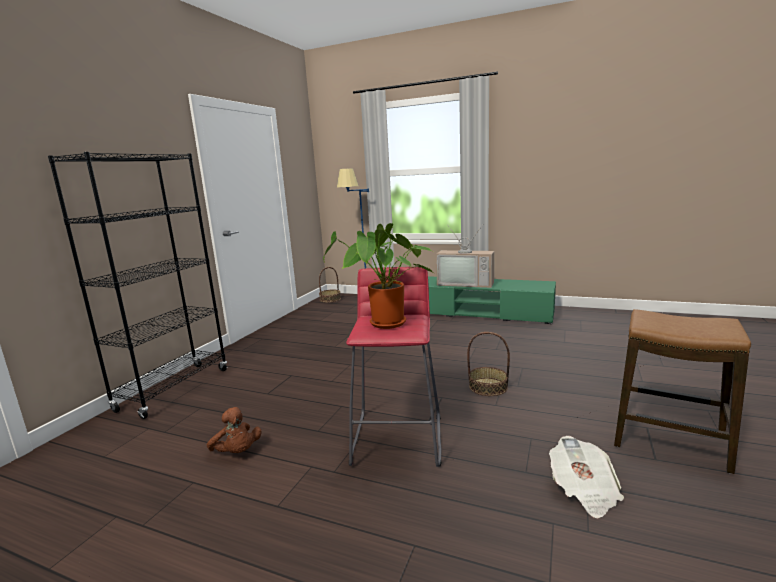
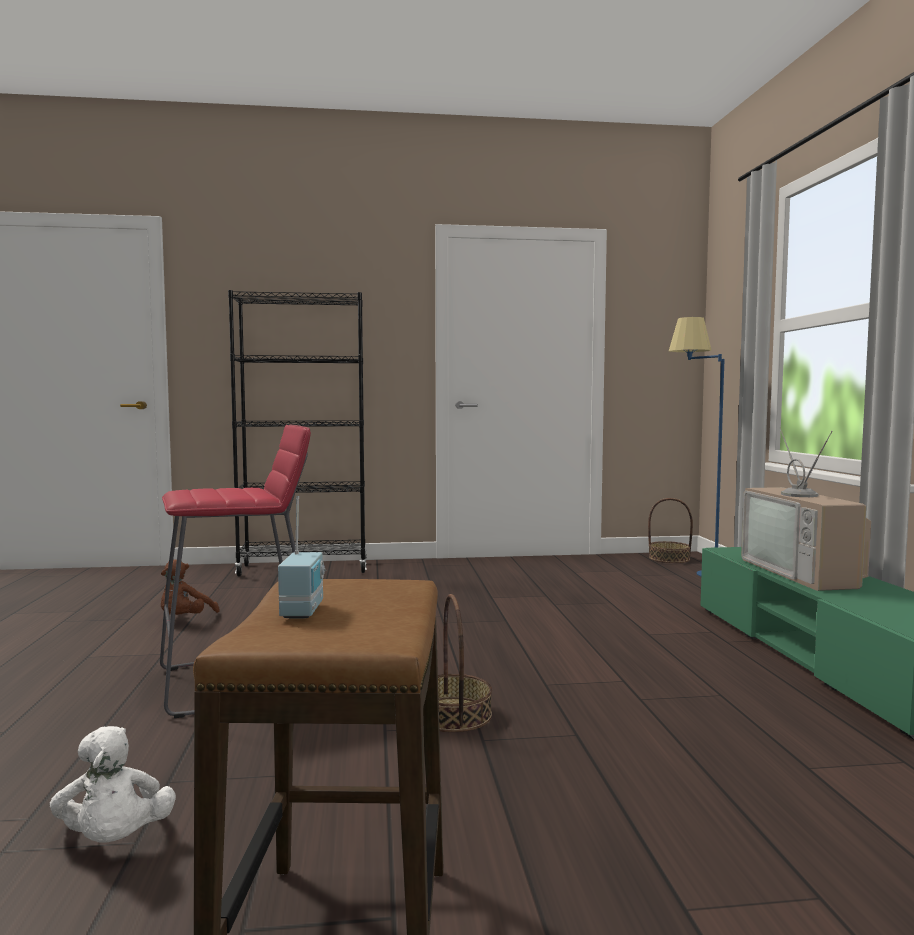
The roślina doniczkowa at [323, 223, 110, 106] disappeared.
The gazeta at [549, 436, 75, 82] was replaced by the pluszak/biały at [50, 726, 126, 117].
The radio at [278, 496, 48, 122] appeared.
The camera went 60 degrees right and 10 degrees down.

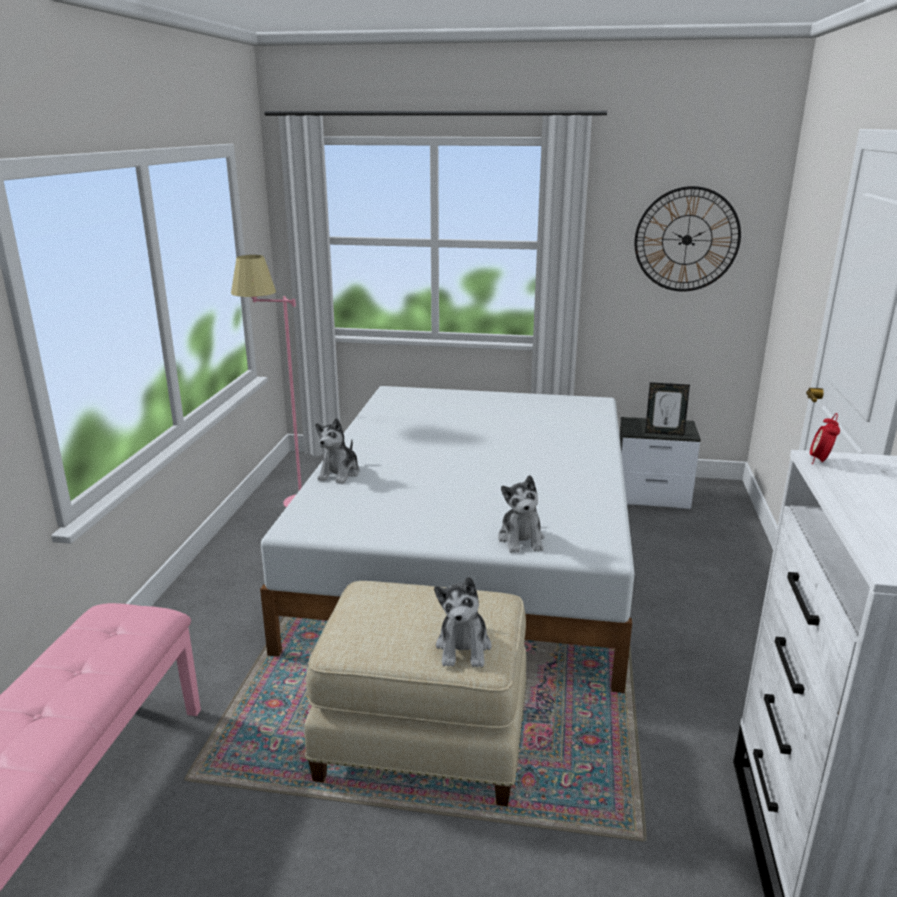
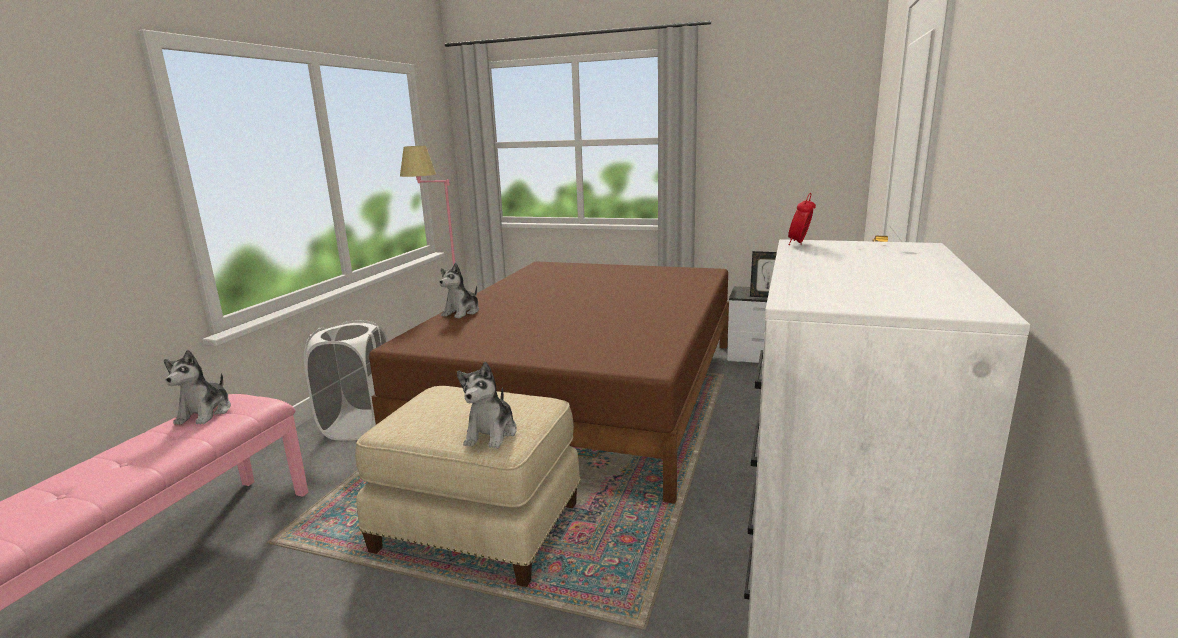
The łóżko/biały at [260, 386, 375, 307] became the łóżko/brązowy at [369, 262, 360, 242].
The pluszak moved from [498, 475, 46, 78] to [164, 350, 67, 75].
The zegar ścienny at [634, 186, 107, 106] disappeared.
The kosz na pranie/biały at [304, 320, 84, 121] appeared.
The camera went 10 degrees right and 5 degrees down.

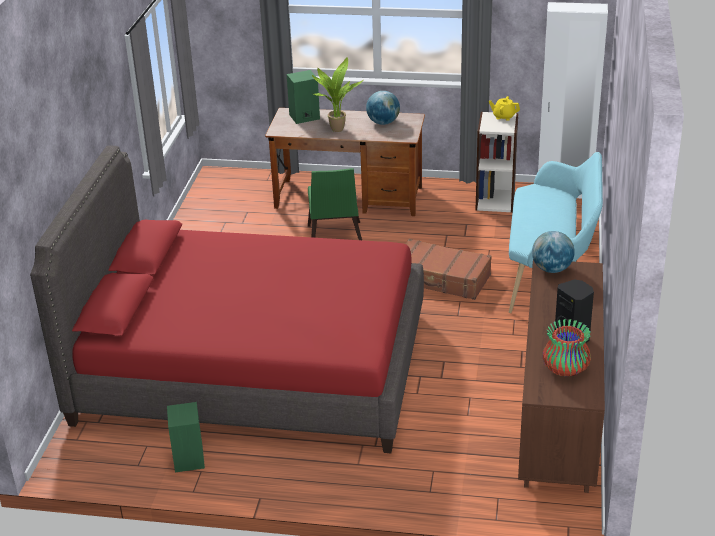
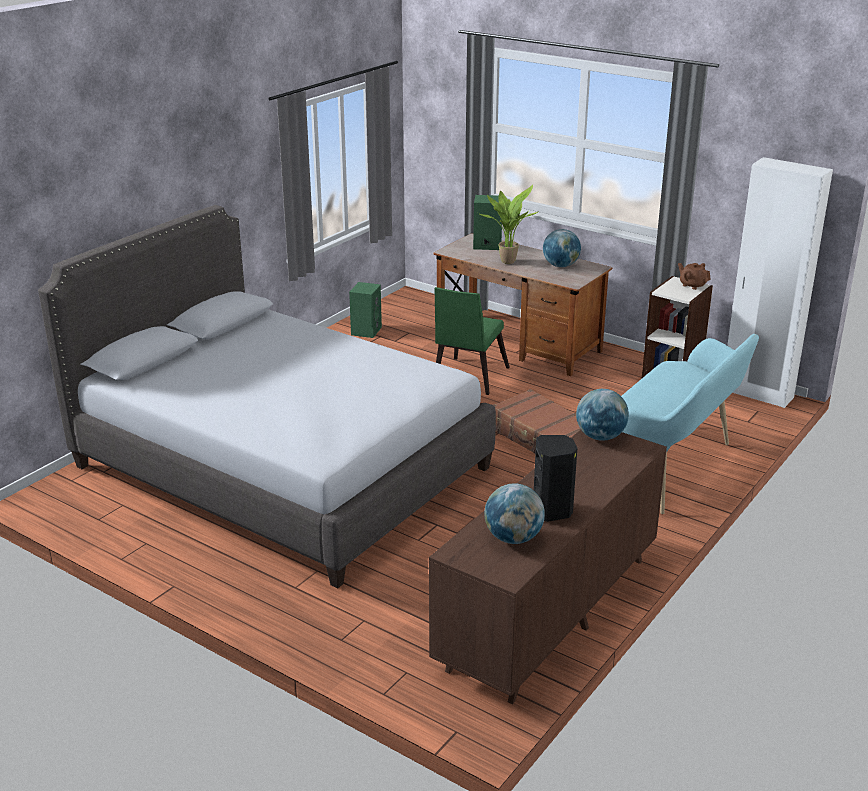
The łóżko/czerwony at [30, 145, 394, 308] became the łóżko/szary at [38, 205, 458, 384].
The głośnik/zielony moved from [167, 402, 38, 71] to [349, 282, 33, 56].
The imbryk/żółty at [489, 96, 31, 25] became the imbryk/brązowy at [678, 263, 33, 27].
The wazon at [543, 319, 48, 58] was replaced by the globus at [484, 483, 61, 61].
The camera went 25 degrees right and 5 degrees down.

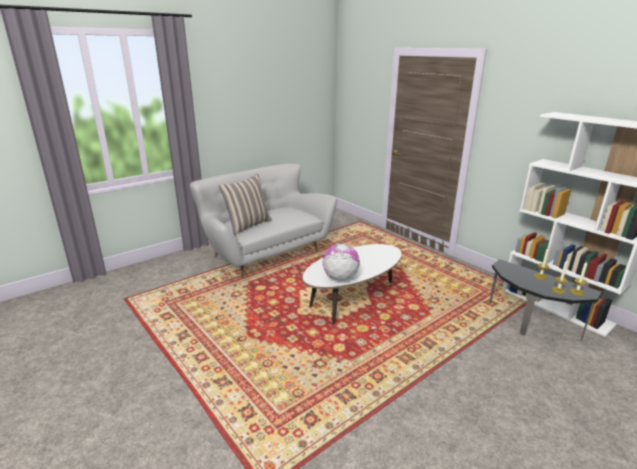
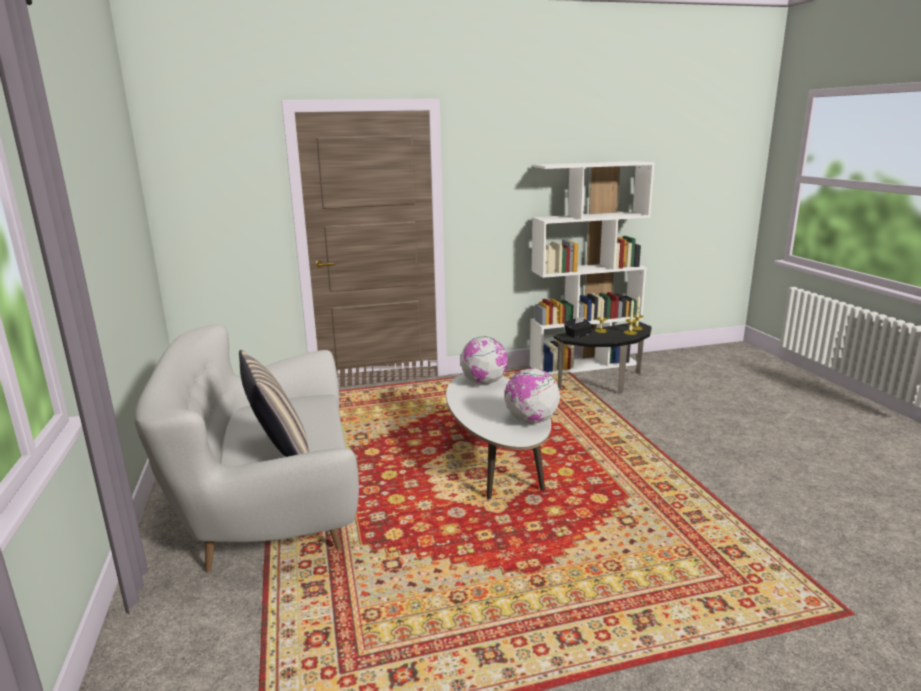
The globus at [460, 337, 48, 47] appeared.
The pudełko chusteczek/czarny at [564, 316, 29, 22] appeared.
The camera went 65 degrees left and 5 degrees down.

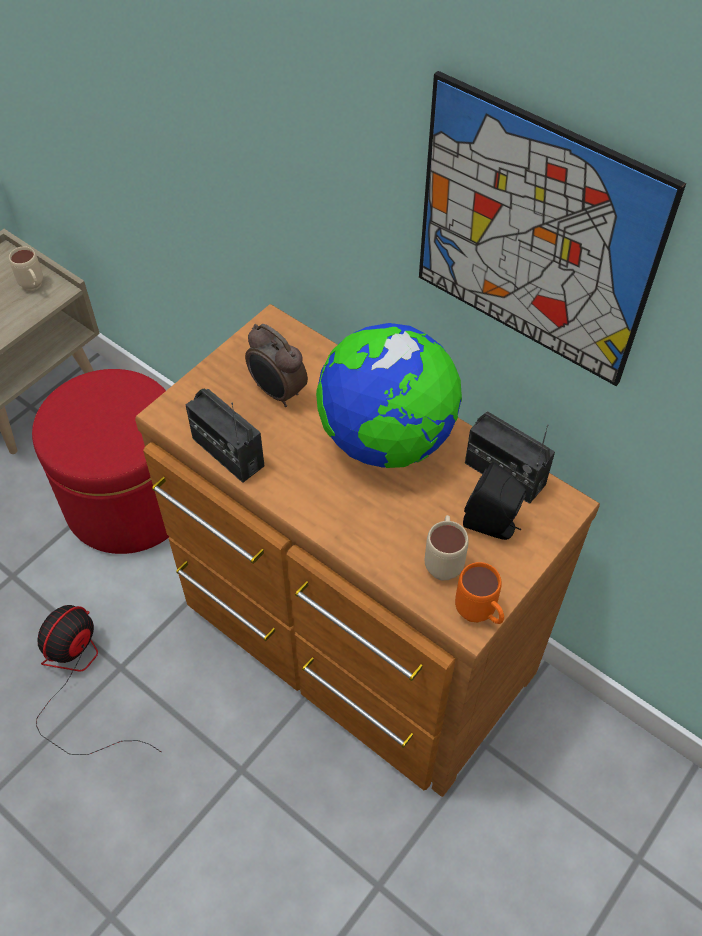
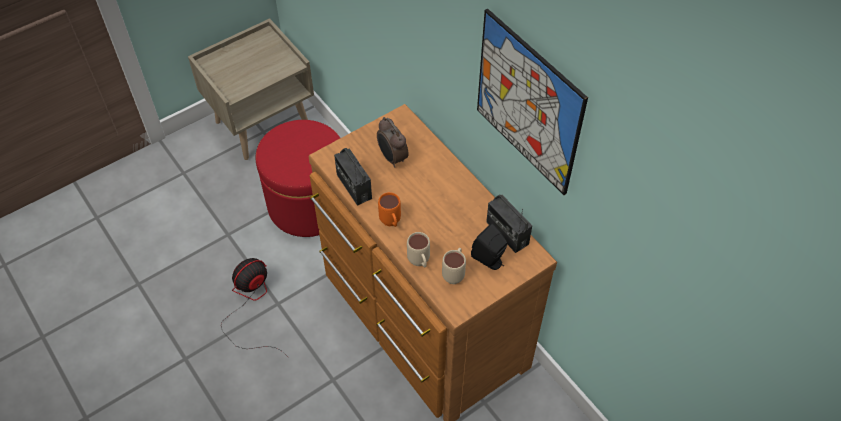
The kubek/beżowy moved from [9, 246, 34, 45] to [407, 232, 23, 35].
The globus at [316, 323, 146, 145] disappeared.
The kubek/pomarańczowy moved from [455, 562, 49, 62] to [378, 192, 23, 35].
The camera went 15 degrees right and 0 degrees up.

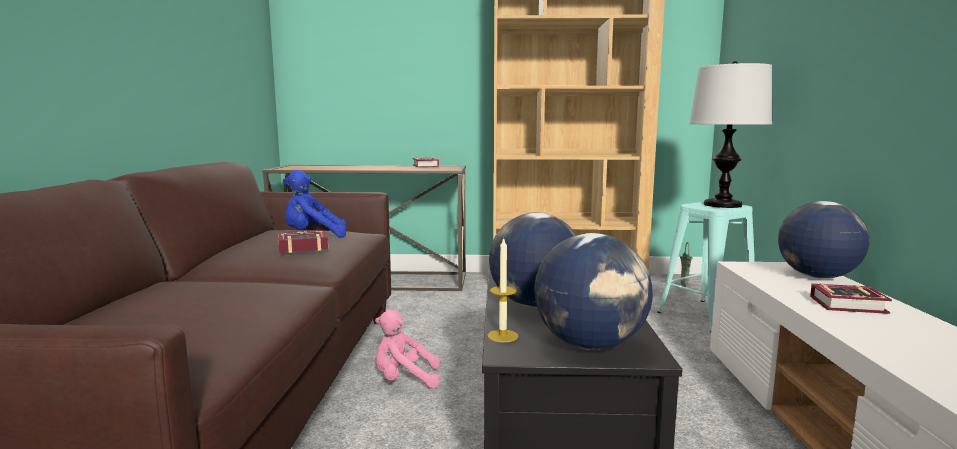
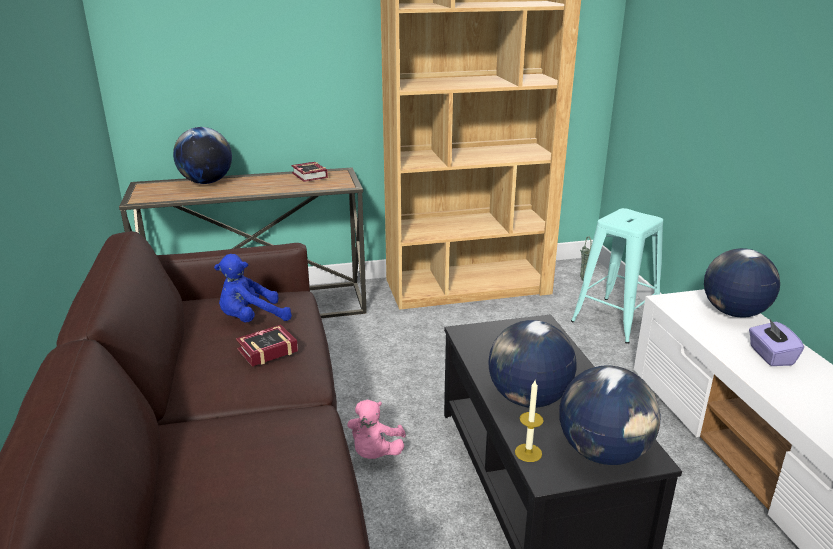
The pluszak/różowy at [375, 310, 65, 79] turned 60 degrees counterclockwise.
The lampa stołowa at [689, 61, 83, 147] disappeared.
The książka at [810, 283, 82, 31] was replaced by the pudełko chusteczek/fioletowy at [749, 320, 55, 46].
The globus at [173, 127, 59, 57] appeared.
The camera went 15 degrees left and 15 degrees up.

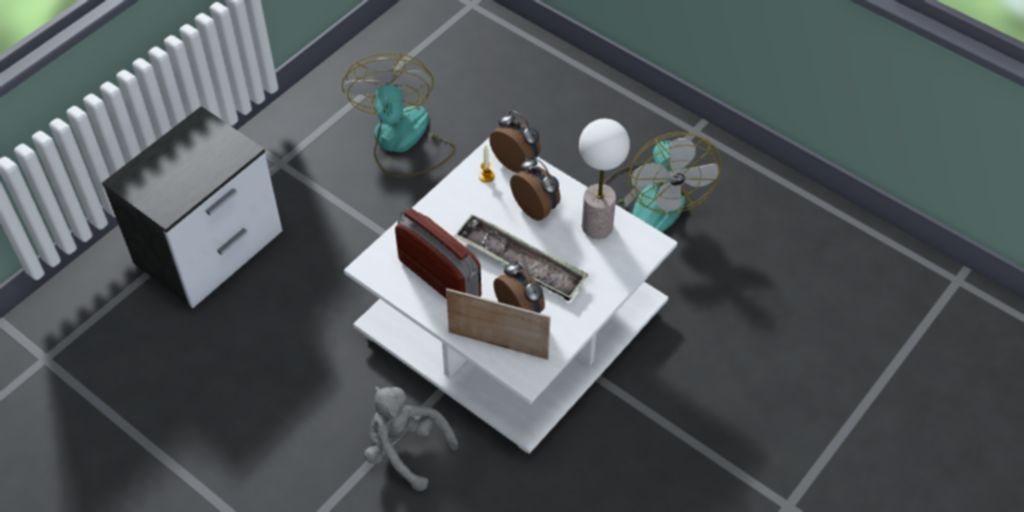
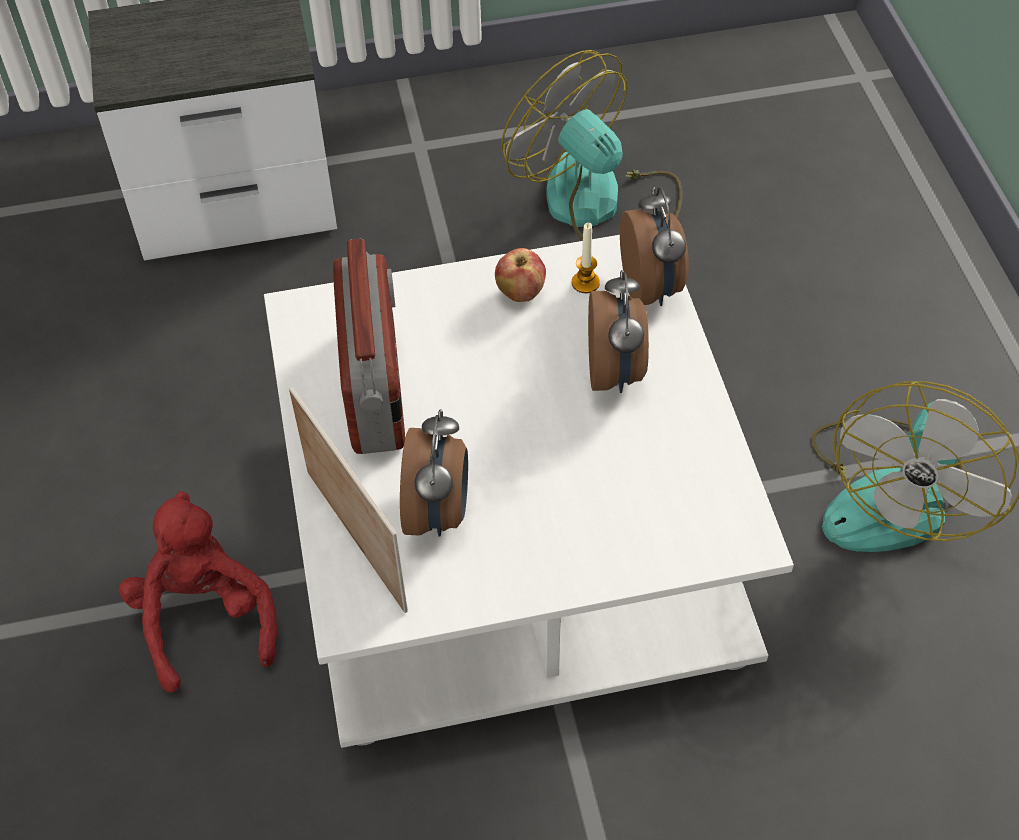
The wentylator at [342, 53, 114, 124] turned 75 degrees counterclockwise.
The pluszak/szary at [364, 386, 94, 105] became the pluszak/czerwony at [118, 491, 159, 202].
The taca at [454, 214, 134, 87] disappeared.
The lampa stołowa at [579, 119, 51, 120] disappeared.
The jabłko at [495, 248, 51, 54] appeared.
The camera went 40 degrees right and 0 degrees up.

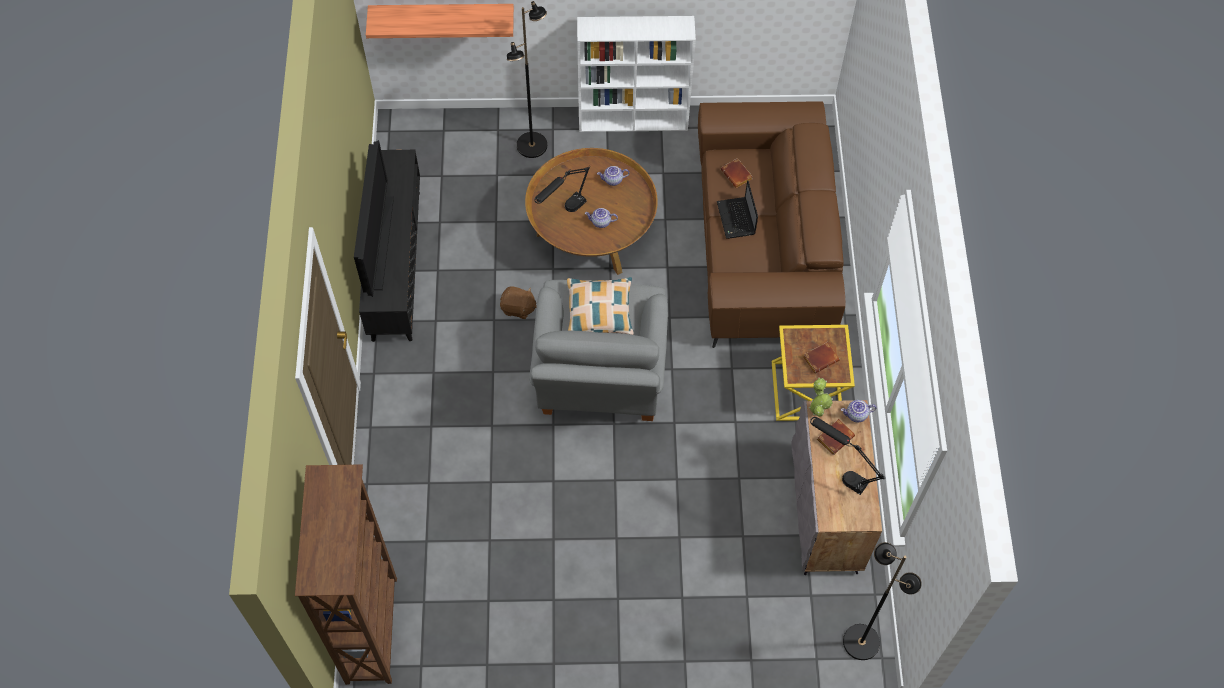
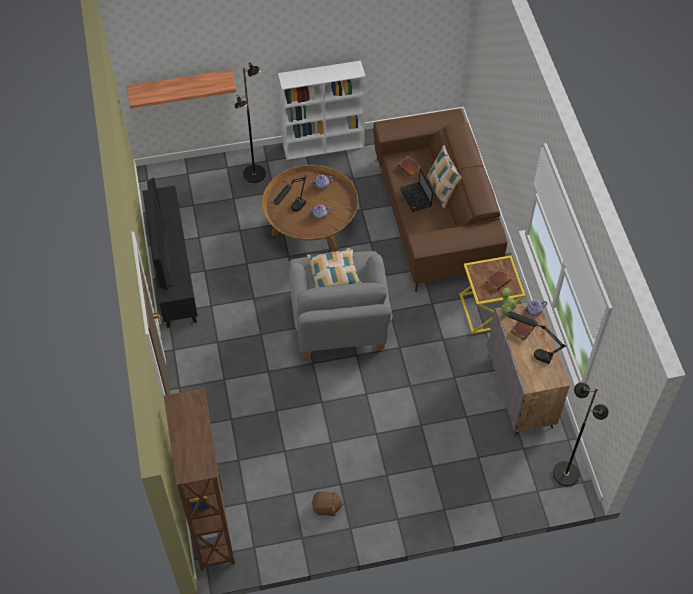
The pluszak/brązowy moved from [500, 286, 37, 33] to [312, 491, 32, 25].
The poduszka at [426, 145, 36, 64] appeared.
The camera went 10 degrees left and 5 degrees down.

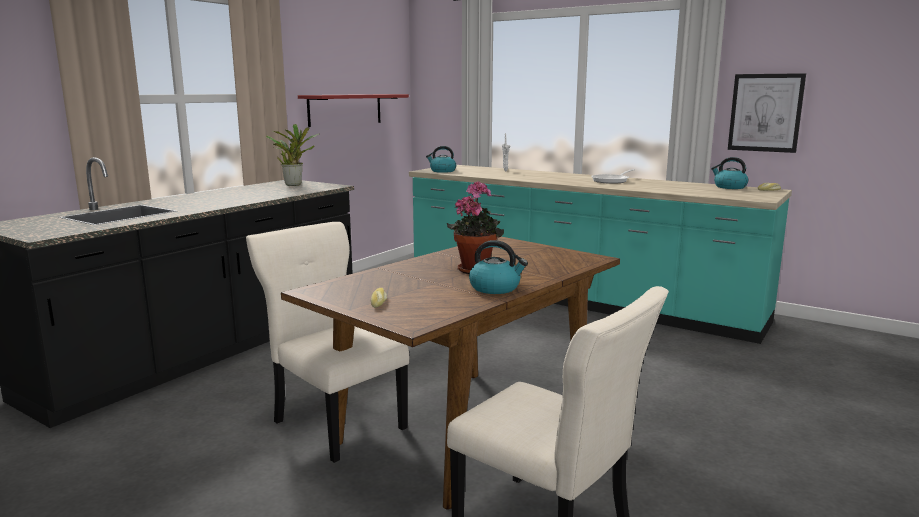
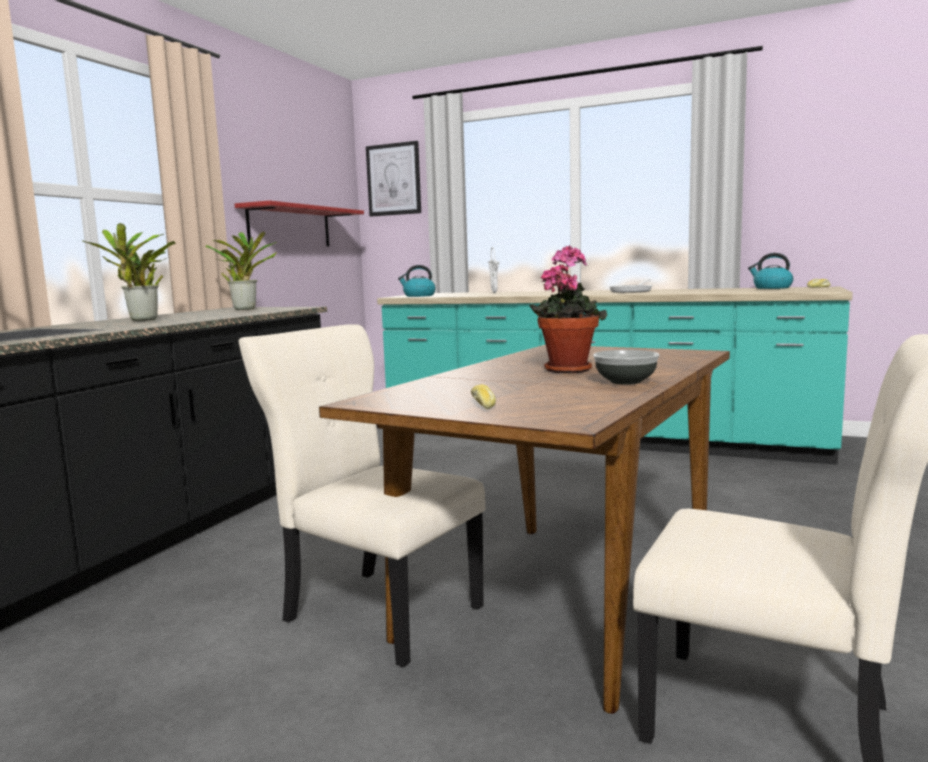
The czajnik at [469, 240, 59, 54] was replaced by the miska at [593, 350, 67, 35].
The obraz moved from [728, 73, 78, 80] to [366, 141, 55, 76].
The roślina doniczkowa at [82, 223, 93, 98] appeared.
The camera went 10 degrees left and 5 degrees down.

